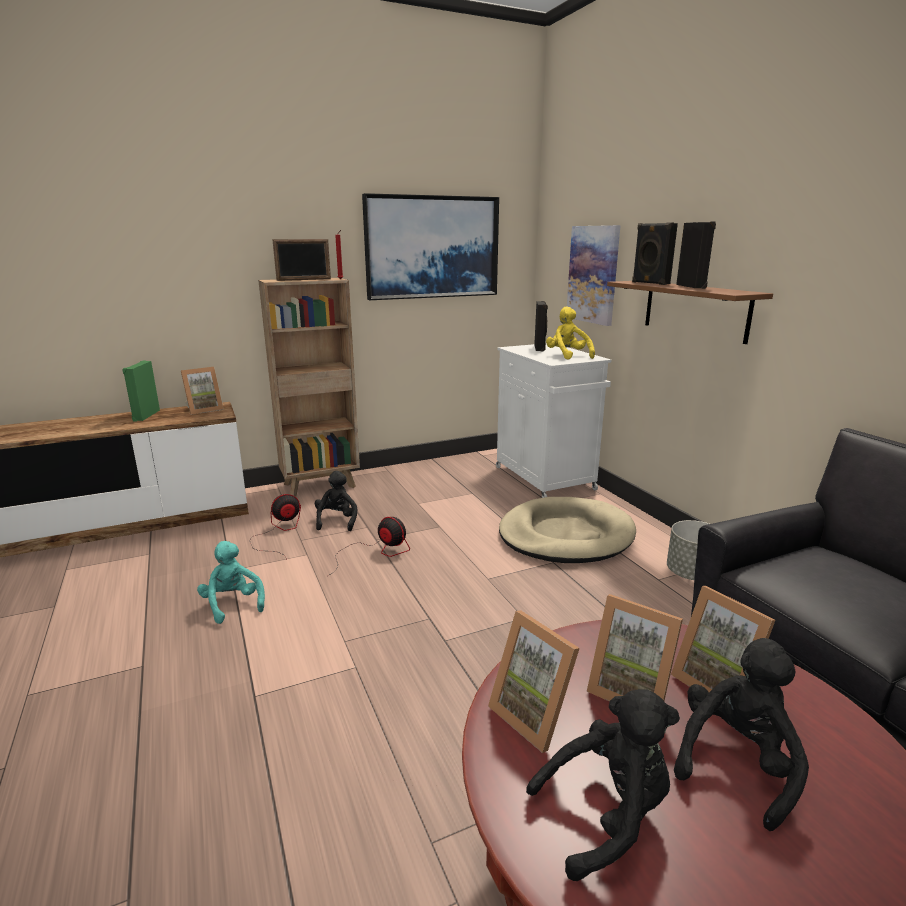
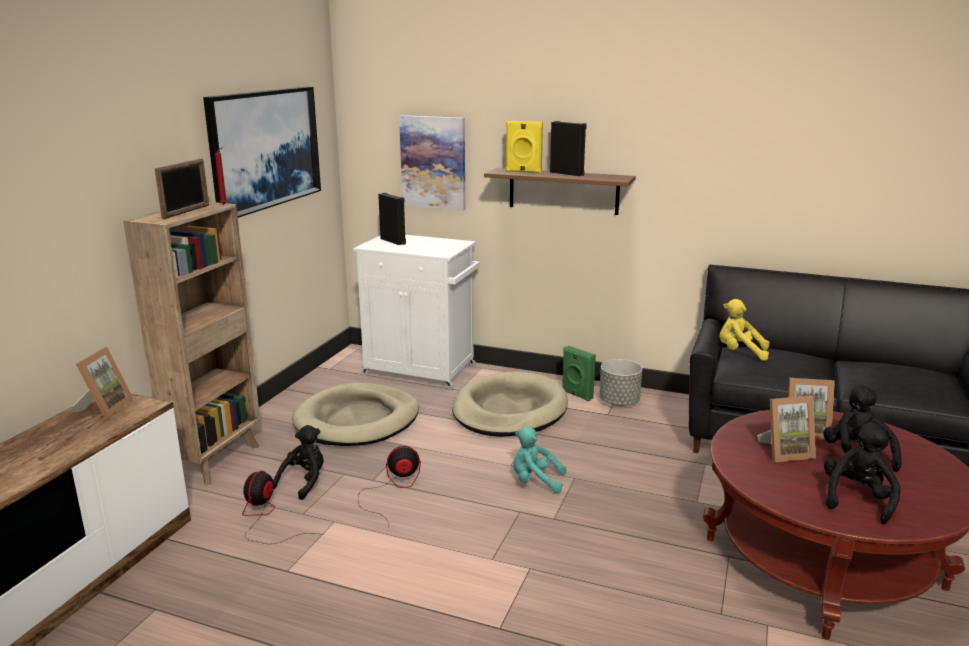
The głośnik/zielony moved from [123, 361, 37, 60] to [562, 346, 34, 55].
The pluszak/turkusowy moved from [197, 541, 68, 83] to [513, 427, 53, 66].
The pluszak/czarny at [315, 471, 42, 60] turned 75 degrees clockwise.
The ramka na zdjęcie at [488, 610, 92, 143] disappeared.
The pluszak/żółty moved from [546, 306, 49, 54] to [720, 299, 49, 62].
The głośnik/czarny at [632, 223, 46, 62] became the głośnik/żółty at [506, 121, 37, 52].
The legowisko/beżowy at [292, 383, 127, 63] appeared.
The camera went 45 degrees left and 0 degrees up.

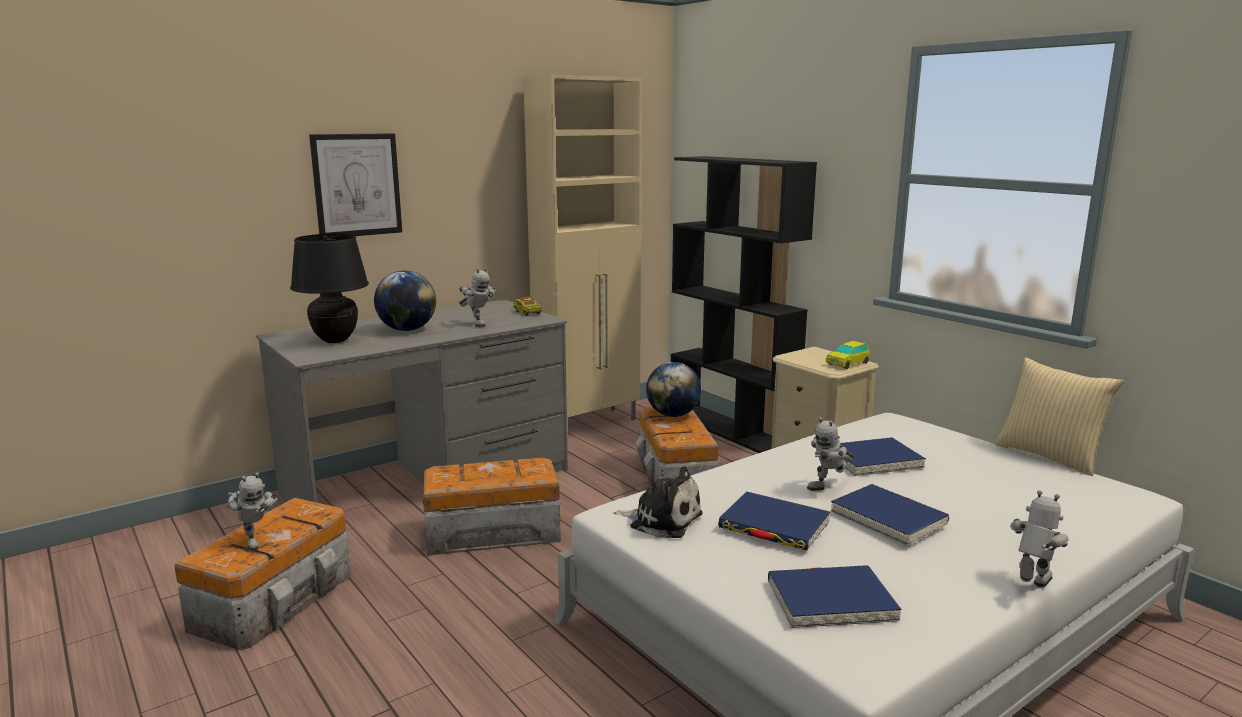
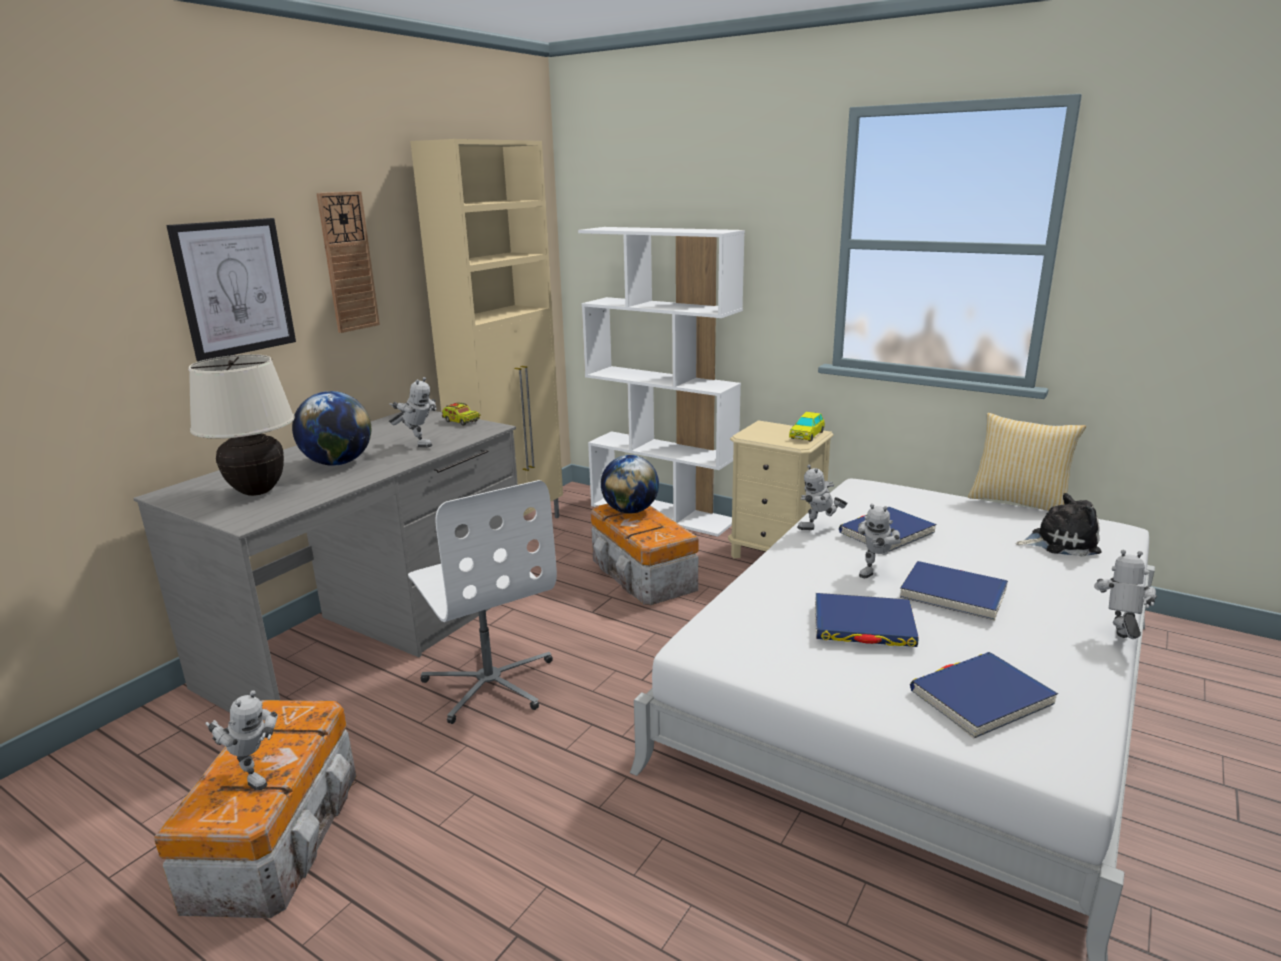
The lampa stołowa/czarny at [290, 234, 79, 109] became the lampa stołowa/beżowy at [188, 354, 107, 142].
The pojemnik do przechowywania at [423, 458, 138, 97] was replaced by the krzesło biurowe/biały at [408, 480, 149, 244].
The pluszak moved from [614, 466, 89, 72] to [1016, 493, 86, 64].
The regał/czarny at [671, 156, 146, 297] became the regał/biały at [578, 227, 167, 310].
The zegar ścienny at [316, 191, 64, 142] appeared.
The robot zabawkowy at [797, 465, 51, 65] appeared.
The camera went 20 degrees left and 5 degrees up.

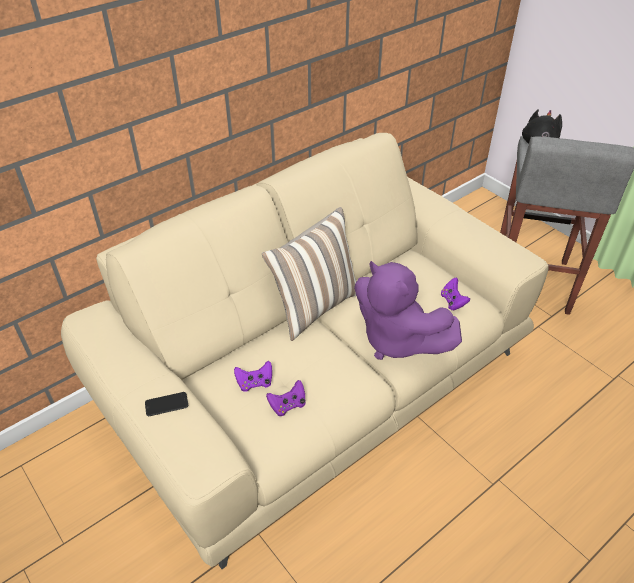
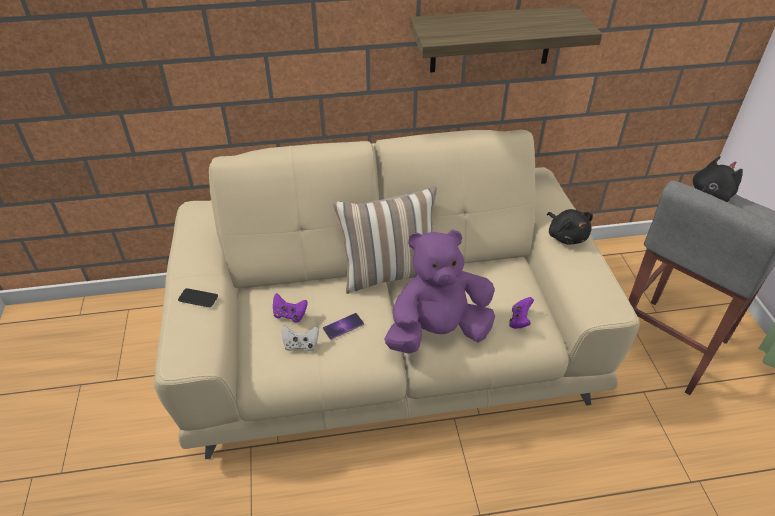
The pad do gier/fioletowy at [266, 380, 40, 36] became the pad do gier/biały at [282, 326, 37, 25].
The pluszak/fioletowy at [354, 261, 108, 99] turned 90 degrees clockwise.
The telefon at [323, 313, 41, 27] appeared.
The półka at [410, 5, 192, 68] appeared.
The pluszak/czarny at [547, 209, 46, 36] appeared.
The camera went 30 degrees right and 0 degrees up.

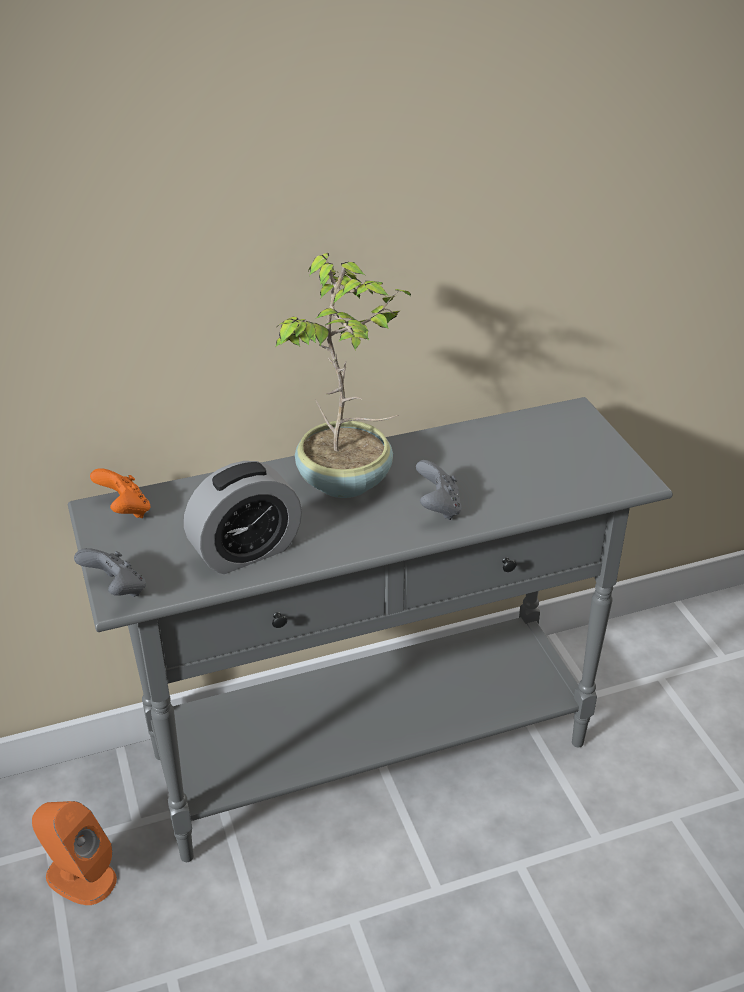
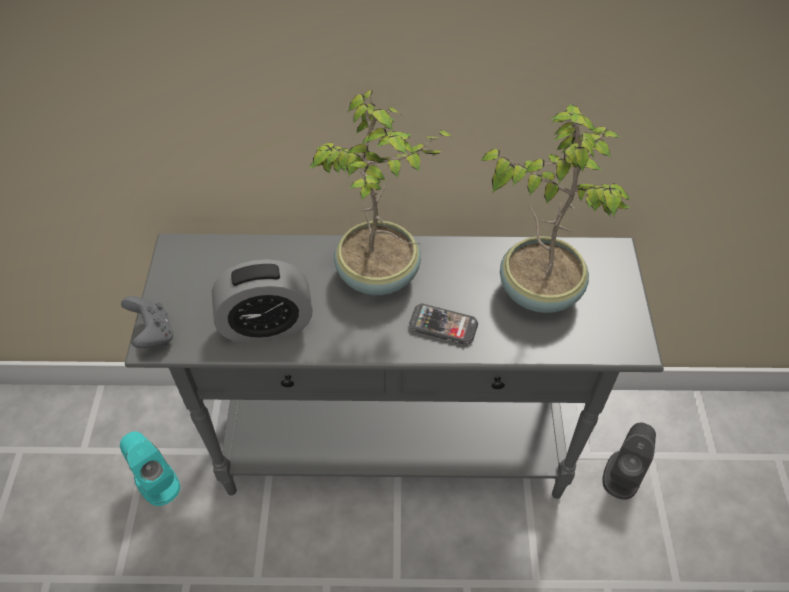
The głośnik/pomarańczowy at [32, 801, 85, 104] became the głośnik/turkusowy at [120, 431, 60, 75].
The pad do gier/pomarańczowy at [90, 468, 60, 50] disappeared.
The pad do gier/szary at [416, 460, 46, 60] was replaced by the telefon at [409, 304, 69, 41].
The roślina doniczkowa at [480, 104, 150, 209] appeared.
The głośnik/szary at [602, 422, 54, 78] appeared.
The camera went 20 degrees right and 15 degrees up.

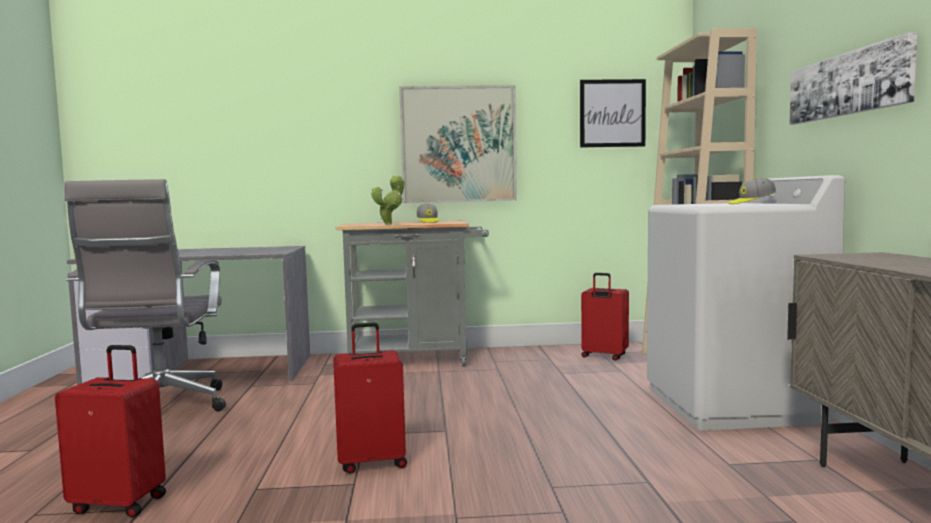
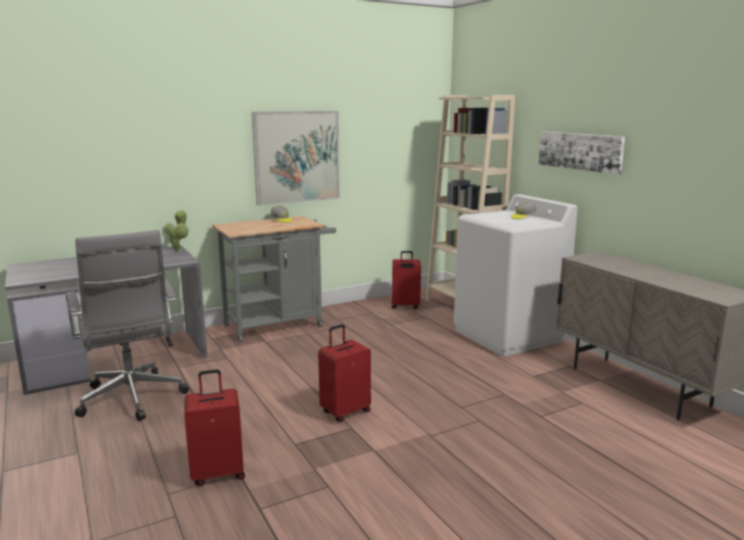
The roślina doniczkowa moved from [371, 175, 34, 50] to [164, 210, 25, 41].
The obraz at [580, 79, 66, 68] disappeared.
The camera went 25 degrees left and 10 degrees up.

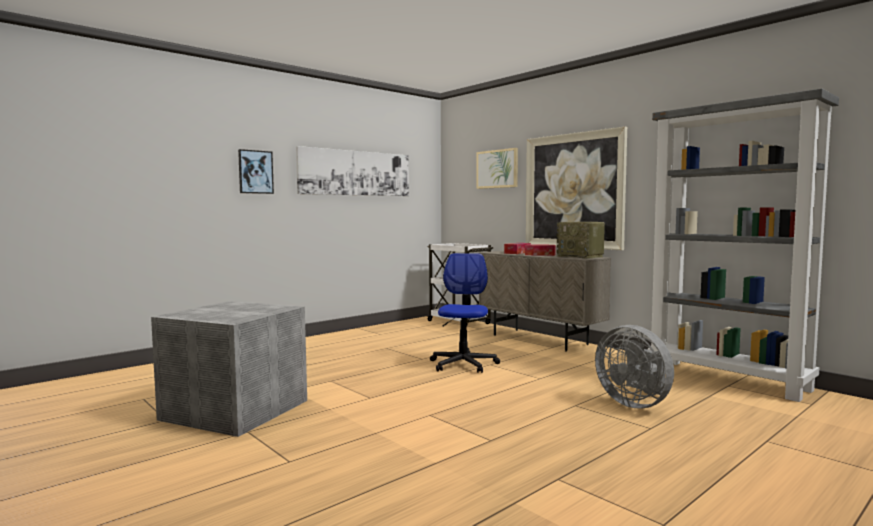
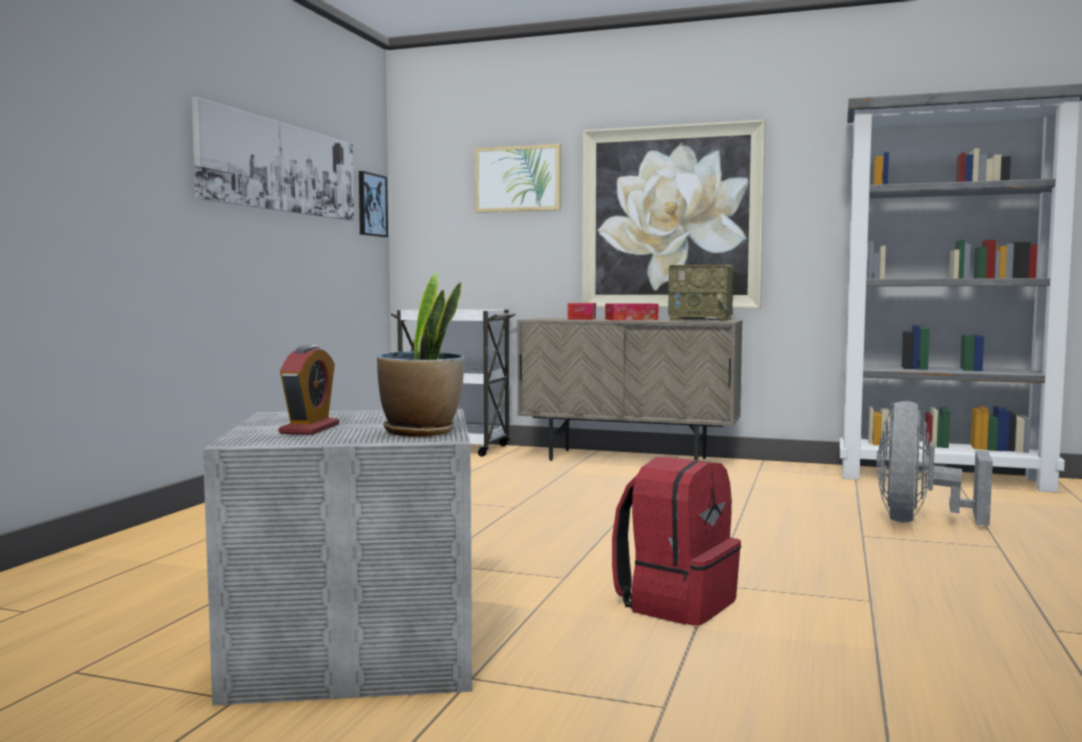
The obraz moved from [238, 149, 36, 45] to [359, 171, 29, 66].
The krzesło biurowe at [430, 253, 70, 120] disappeared.
The wentylator/szary at [595, 325, 79, 83] turned 90 degrees clockwise.
The budzik at [279, 345, 60, 90] appeared.
The roślina doniczkowa at [377, 272, 88, 165] appeared.
The plecak/czerwony at [612, 457, 129, 169] appeared.
The camera went 30 degrees left and 0 degrees up.

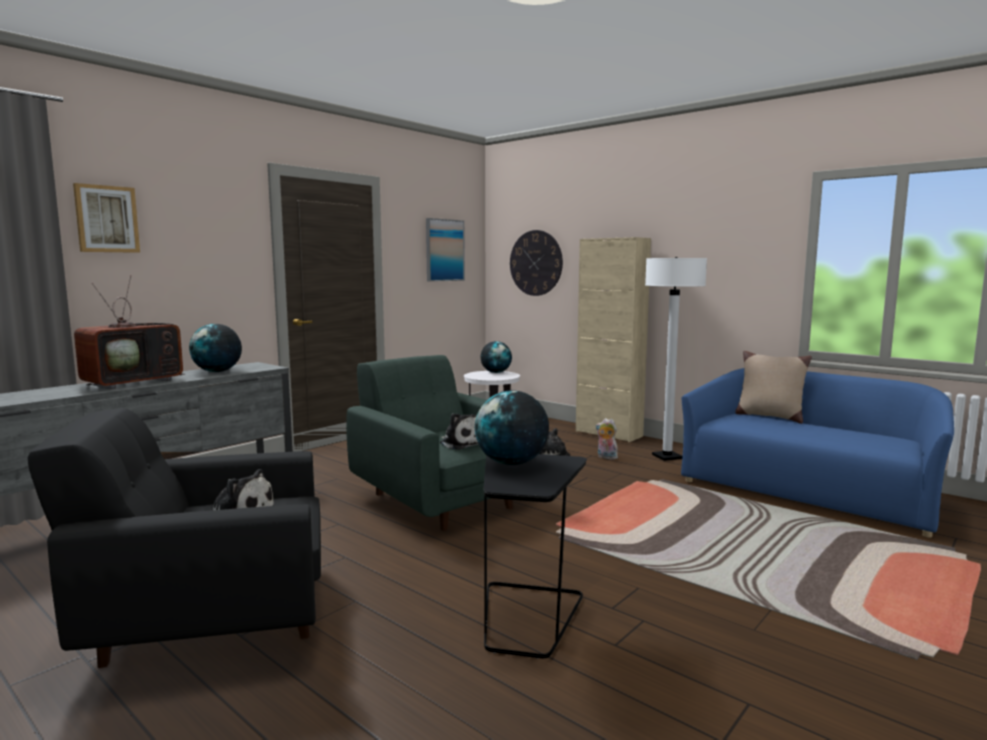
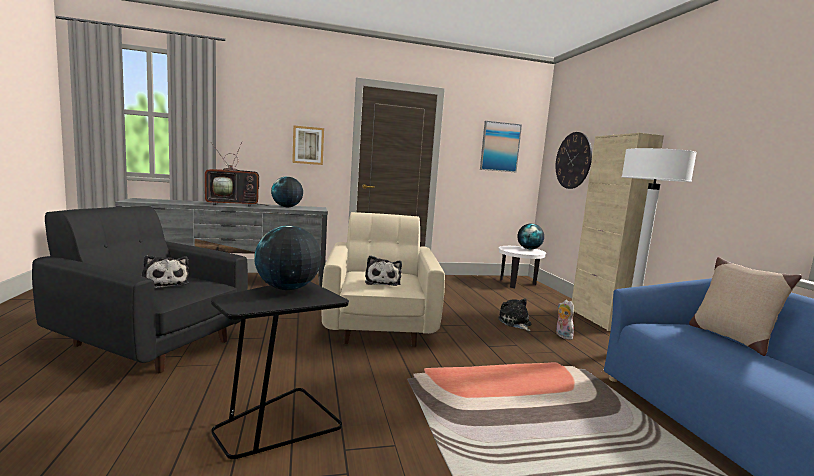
The obraz moved from [73, 183, 67, 70] to [292, 125, 32, 40].
The fotel/zielony at [346, 355, 167, 176] became the fotel/beżowy at [322, 212, 123, 135].
The camera went 35 degrees right and 0 degrees up.

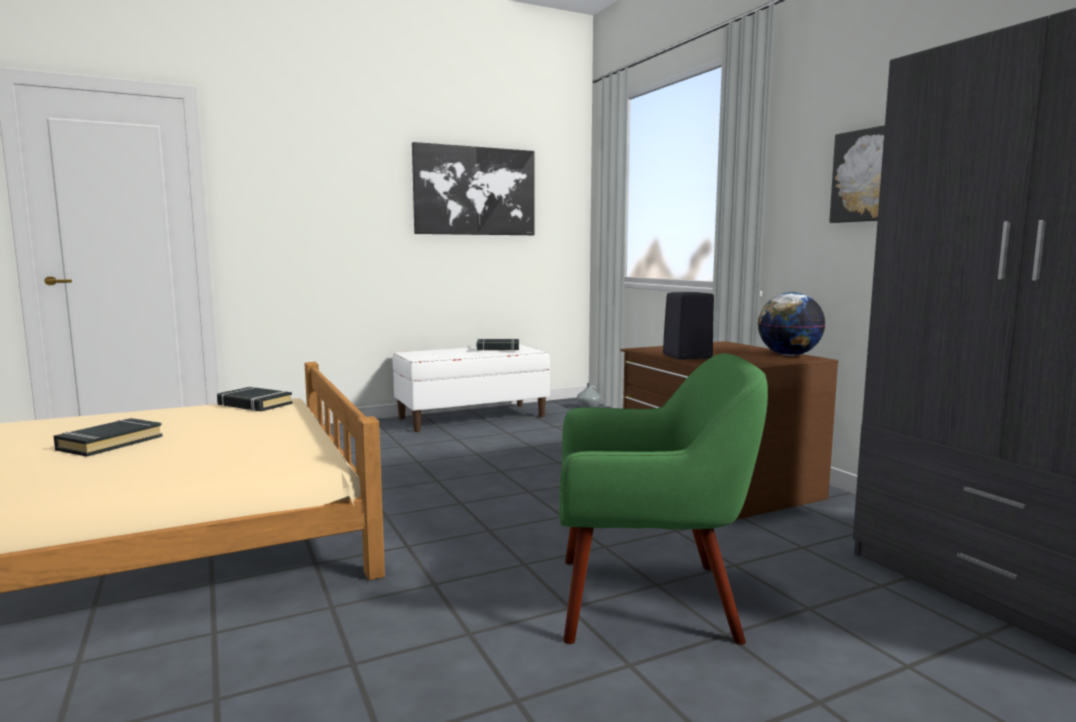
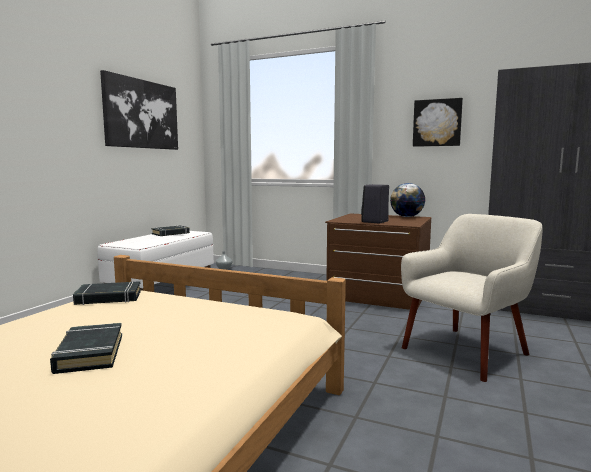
The fotel/zielony at [559, 353, 209, 292] became the fotel/beżowy at [401, 214, 141, 168].
The camera went 40 degrees left and 0 degrees up.

